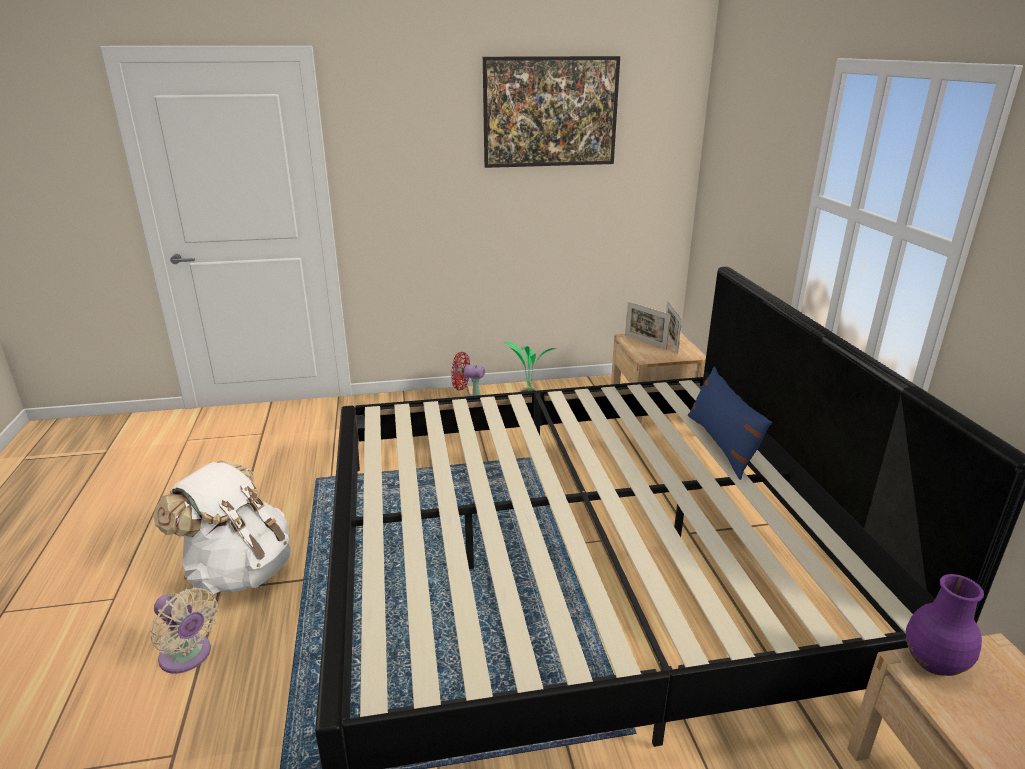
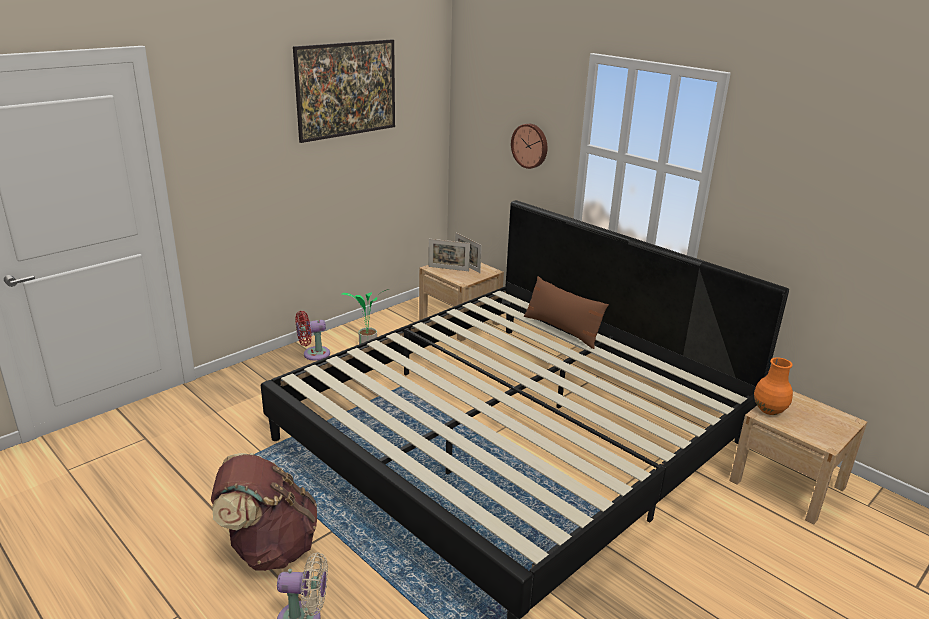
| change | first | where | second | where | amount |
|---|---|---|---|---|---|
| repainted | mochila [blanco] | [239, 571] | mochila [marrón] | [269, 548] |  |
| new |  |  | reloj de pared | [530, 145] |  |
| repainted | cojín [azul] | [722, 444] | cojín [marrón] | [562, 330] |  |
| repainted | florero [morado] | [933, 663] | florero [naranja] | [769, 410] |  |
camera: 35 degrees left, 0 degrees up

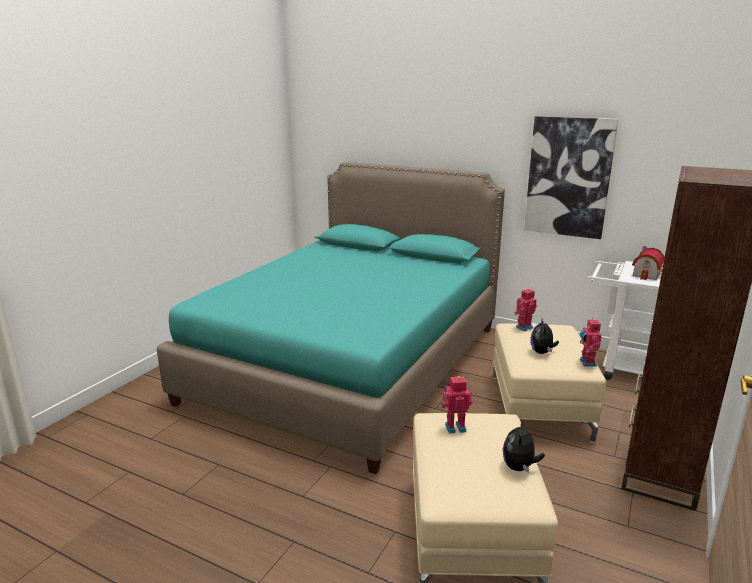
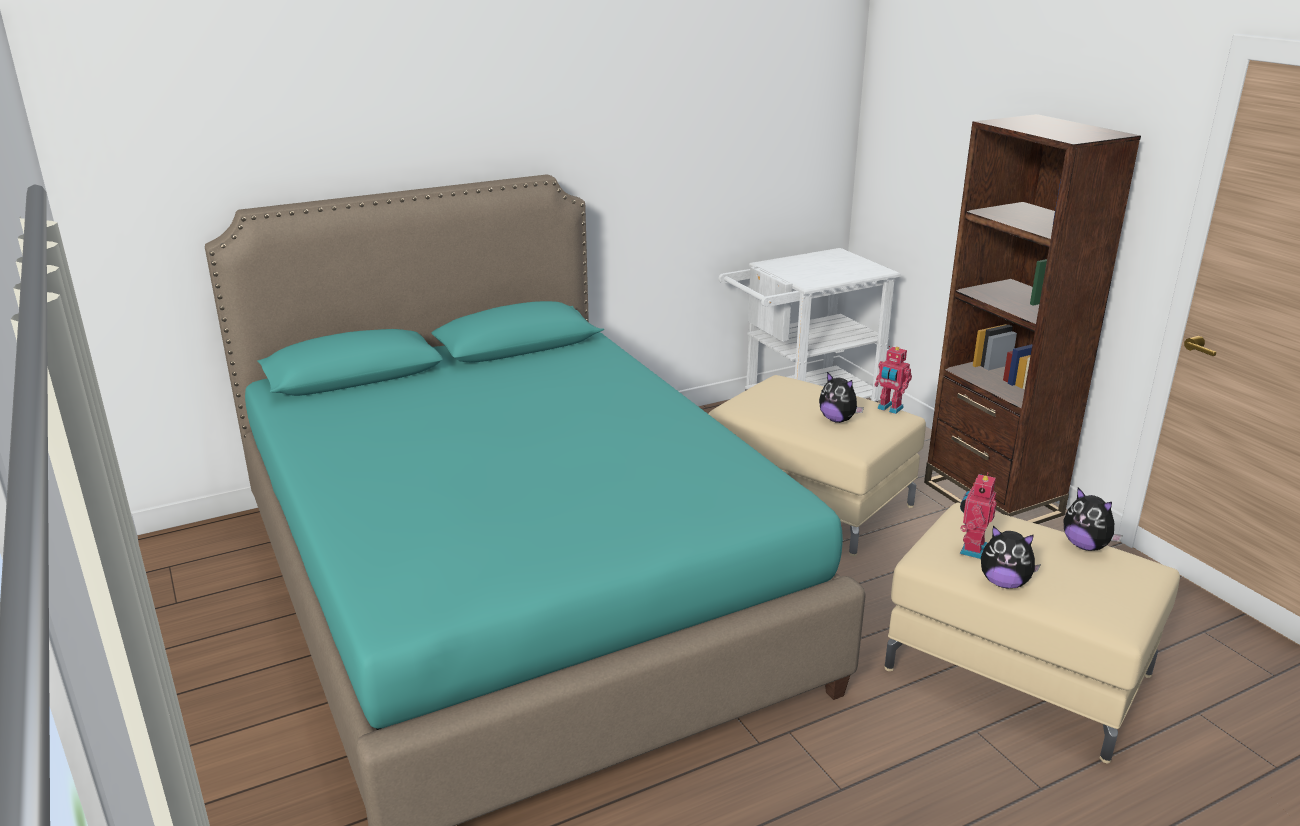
| change | first | where | second | where | amount |
|---|---|---|---|---|---|
| new |  |  | peluche | [1004, 583] |  |
| gone | robot de juguete | [523, 327] |  |  |  |
| gone | cuadro | [568, 177] |  |  |  |
| gone | casita | [648, 275] |  |  |  |
camera: 55 degrees left, 5 degrees up

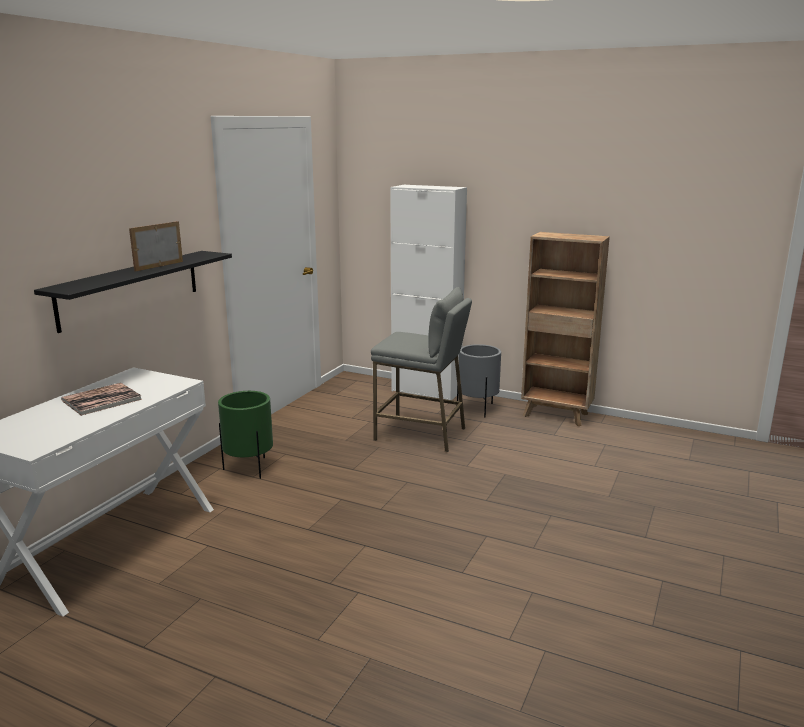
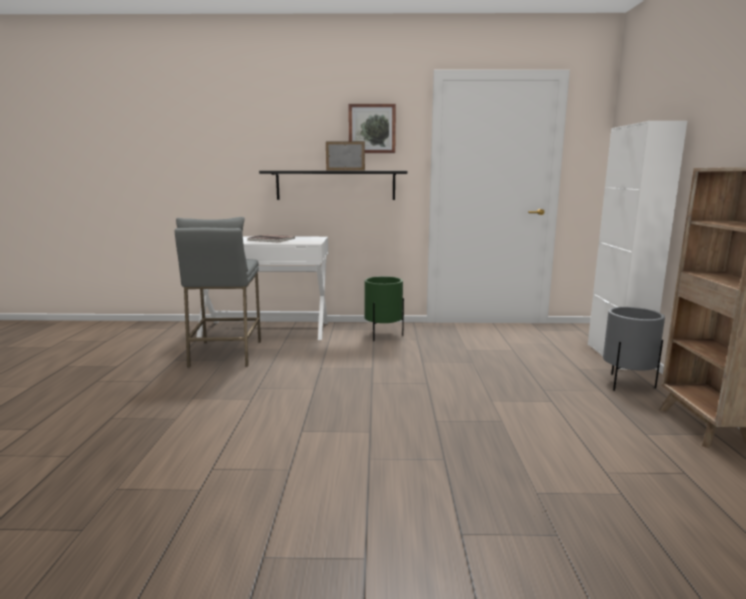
| change | first | where | second | where | amount |
|---|---|---|---|---|---|
| shifted | taburete [gris] | [421, 434] |  | [225, 354] |  |
| new |  |  | cuadro | [372, 129] |  |
camera: 65 degrees right, 5 degrees down

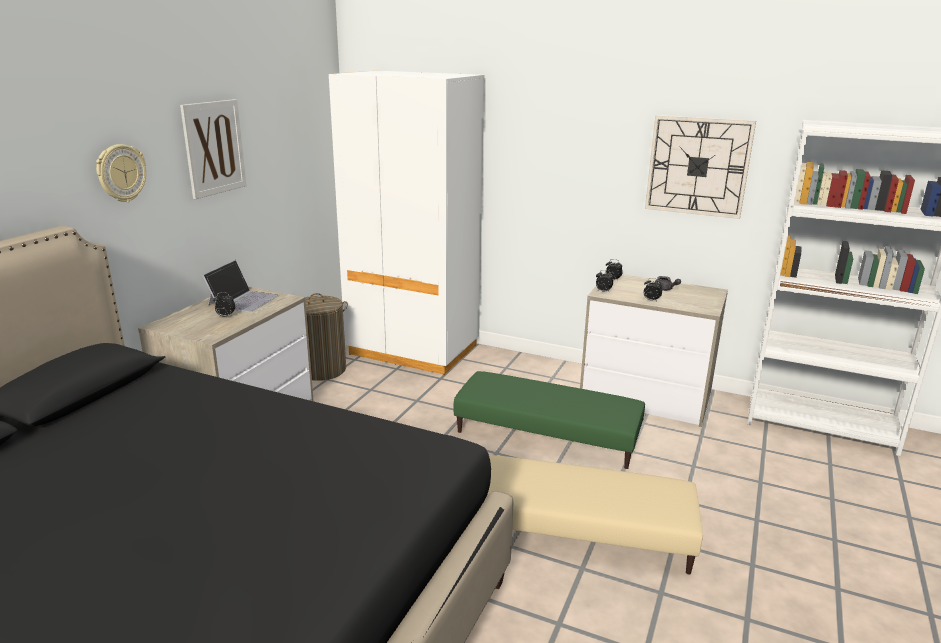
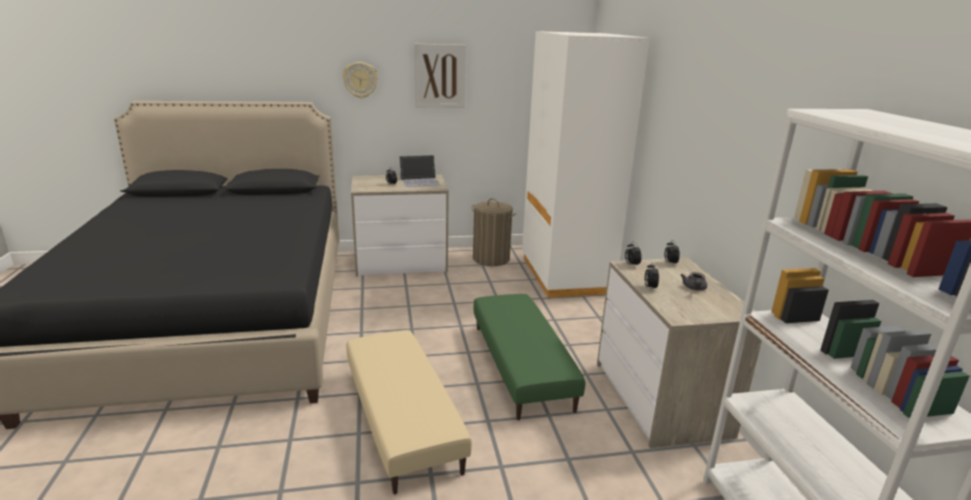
| change | first | where | second | where | amount |
|---|---|---|---|---|---|
| gone | reloj de pared | [698, 166] |  |  |  |
camera: 55 degrees right, 0 degrees up

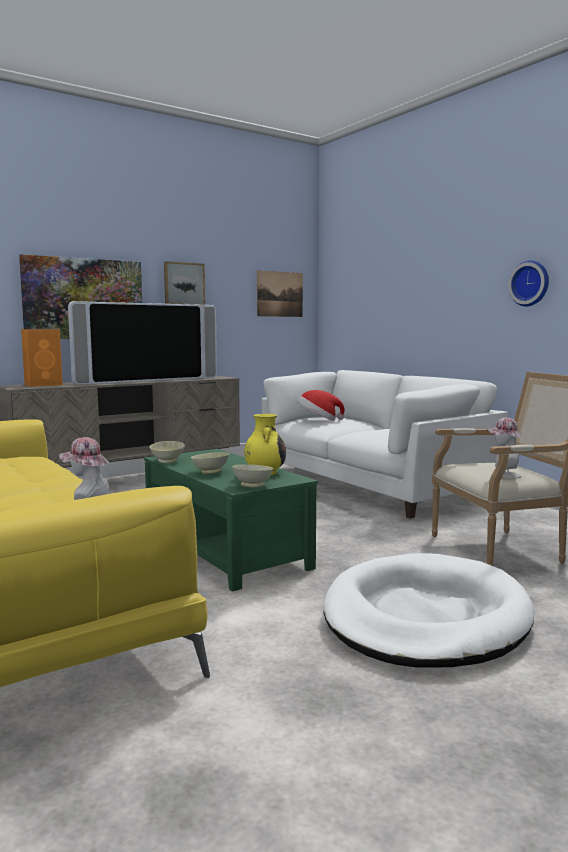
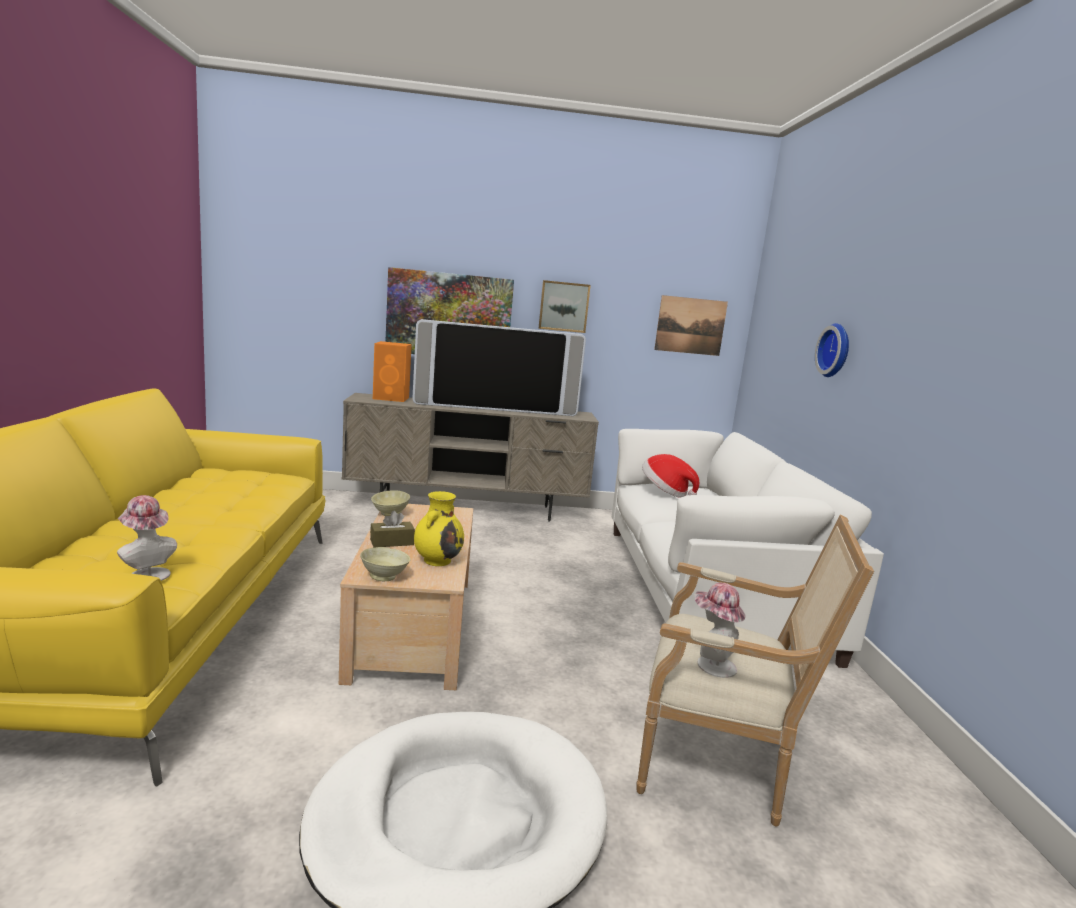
| change | first | where | second | where | amount |
|---|---|---|---|---|---|
| repainted | mesa de centro [verde] | [223, 550] | mesa de centro [beis] | [411, 626] |  |
| swapped | cuenco [beis] | [210, 472] | caja de pañuelos [marrón] | [392, 542] |  |
| shifted | reloj de pared | [530, 283] |  | [836, 350] |  |
camera: 30 degrees right, 5 degrees up

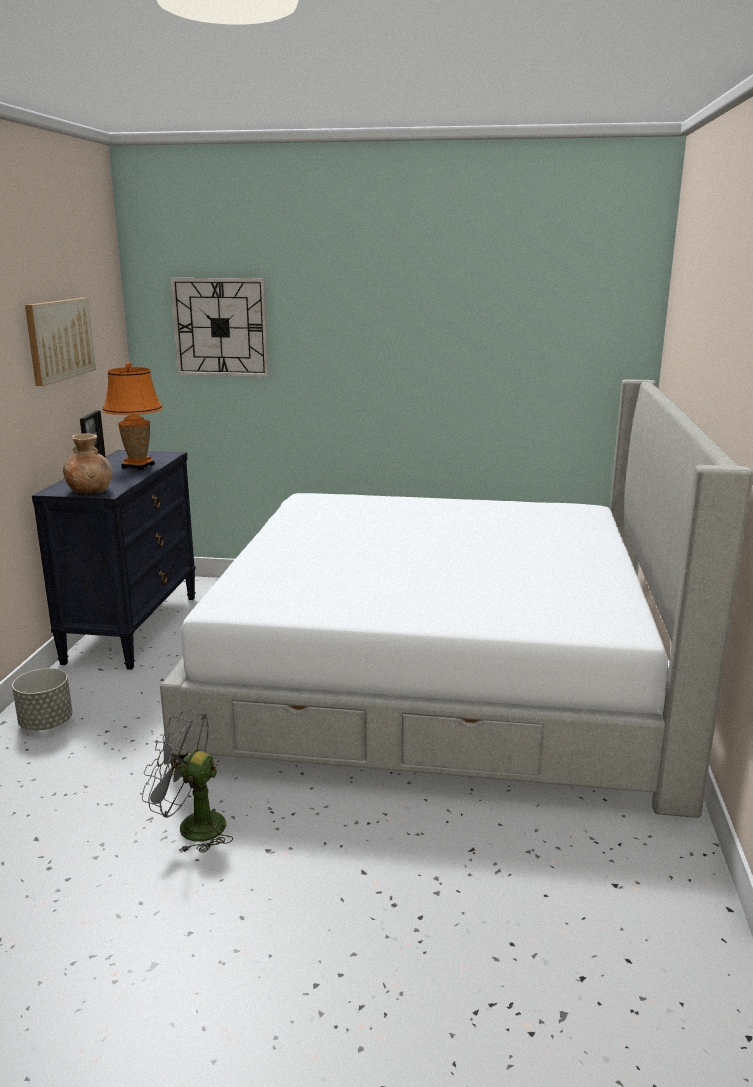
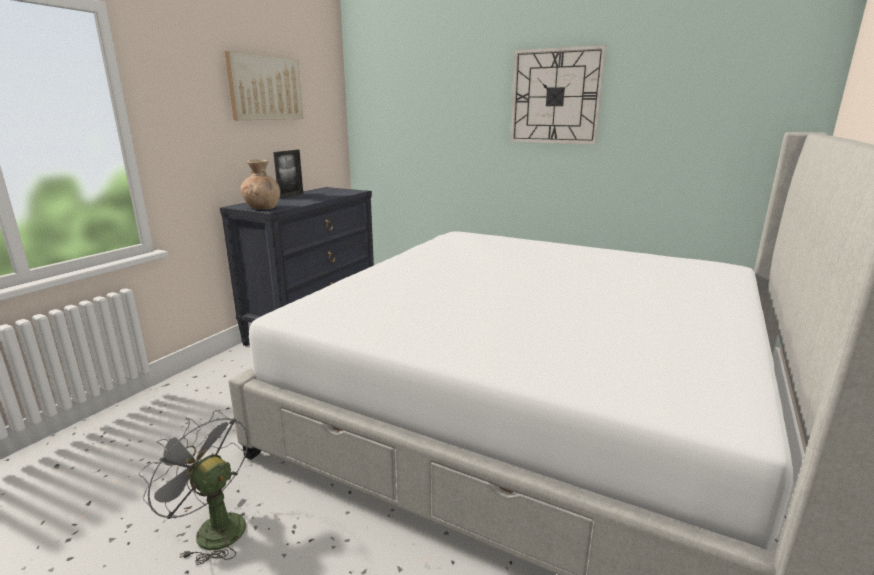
| change | first | where | second | where | amount |
|---|---|---|---|---|---|
| shifted | reloj de pared | [220, 327] |  | [555, 96] |  |
| gone | maceta [gris] | [46, 723] |  |  |  |
| gone | lámpara de mesa [naranja] | [138, 466] |  |  |  |
camera: 20 degrees right, 0 degrees up

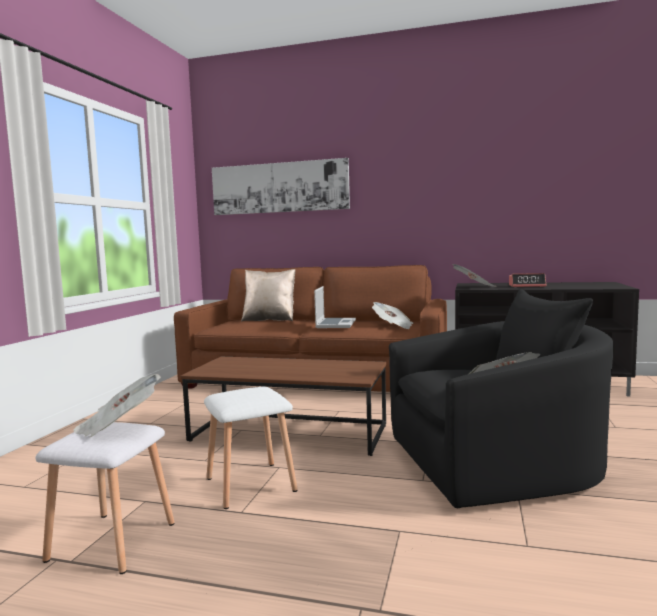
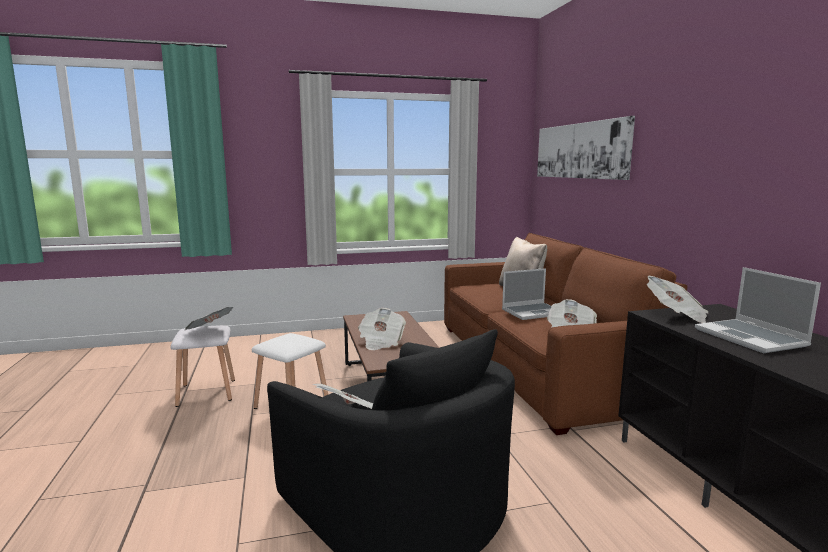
| change | first | where | second | where | amount |
|---|---|---|---|---|---|
| new |  |  | periódico | [381, 342] |  |
| swapped | despertador | [527, 286] | portátil | [752, 338] |  |
camera: 60 degrees right, 5 degrees up

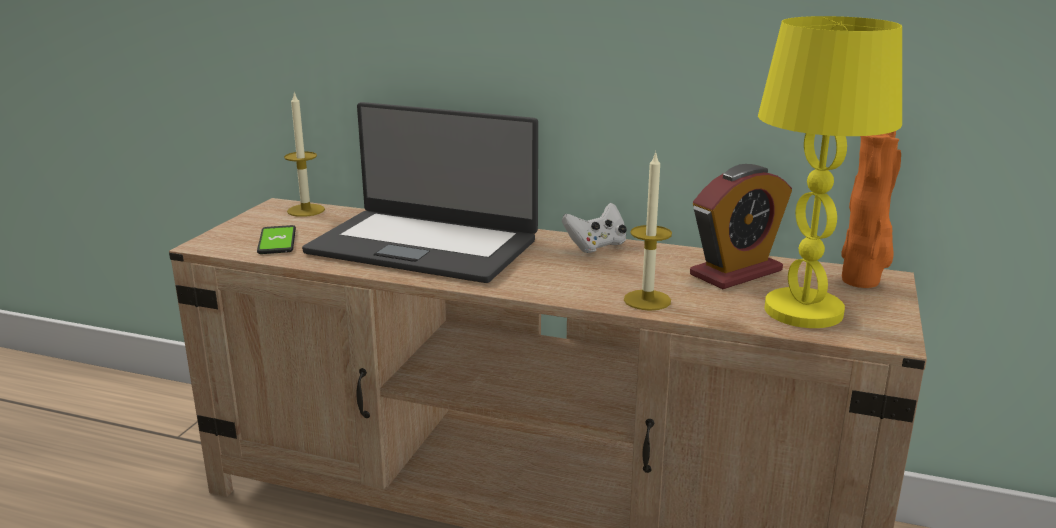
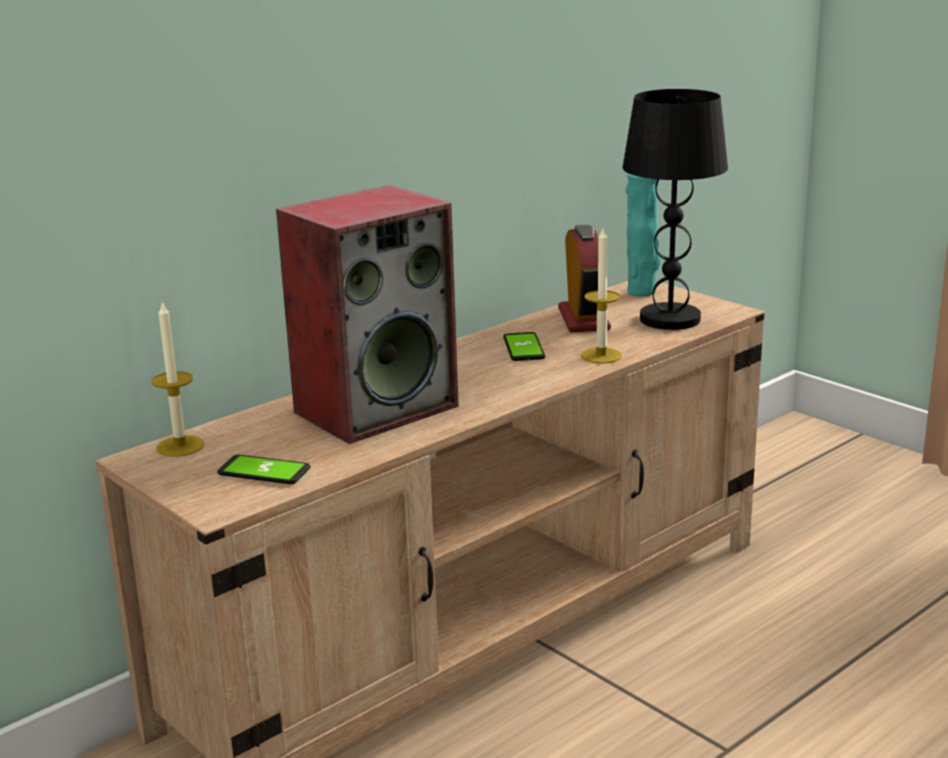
| change | first | where | second | where | amount |
|---|---|---|---|---|---|
| swapped | portátil | [424, 245] | altavoz | [376, 408] |  |
| new |  |  | móvil | [524, 348] |  |
| repainted | lámpara de mesa [amarillo] | [802, 311] | lámpara de mesa [negro] | [669, 319] |  |
| repainted | florero [naranja] | [862, 282] | florero [turquesa] | [642, 292] |  |
| gone | mando de consola [blanco] | [596, 246] |  |  |  |
camera: 60 degrees left, 0 degrees up

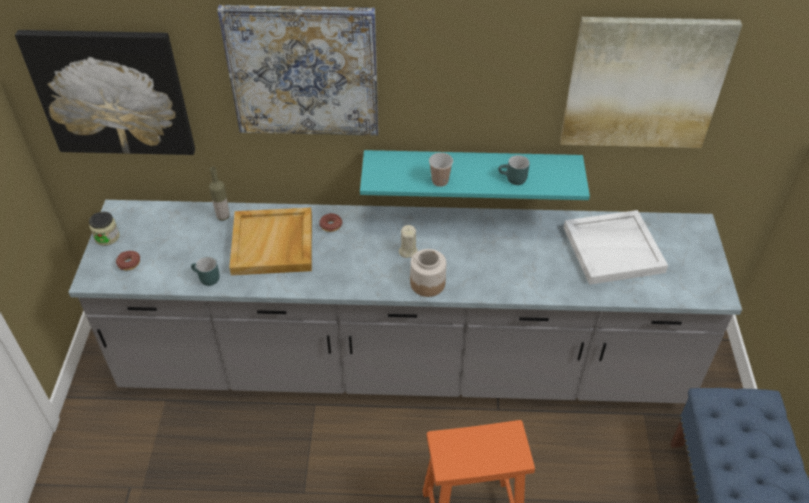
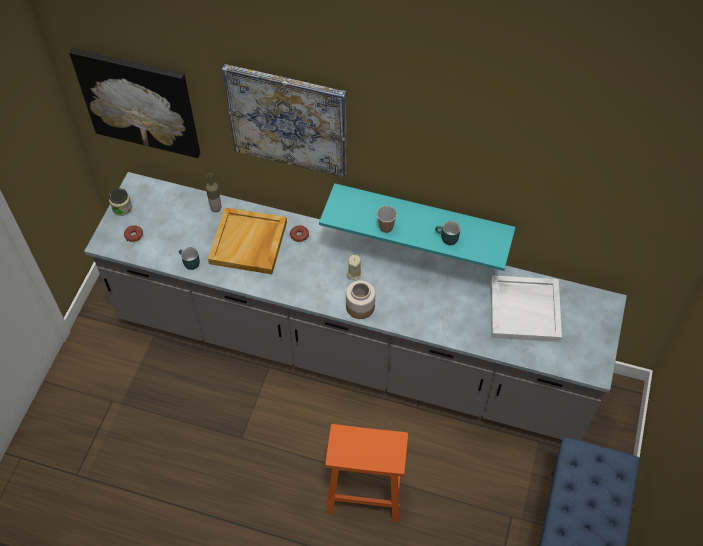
| change | first | where | second | where | amount |
|---|---|---|---|---|---|
| gone | cuadro | [644, 83] |  |  |  |
camera: 15 degrees right, 10 degrees up

